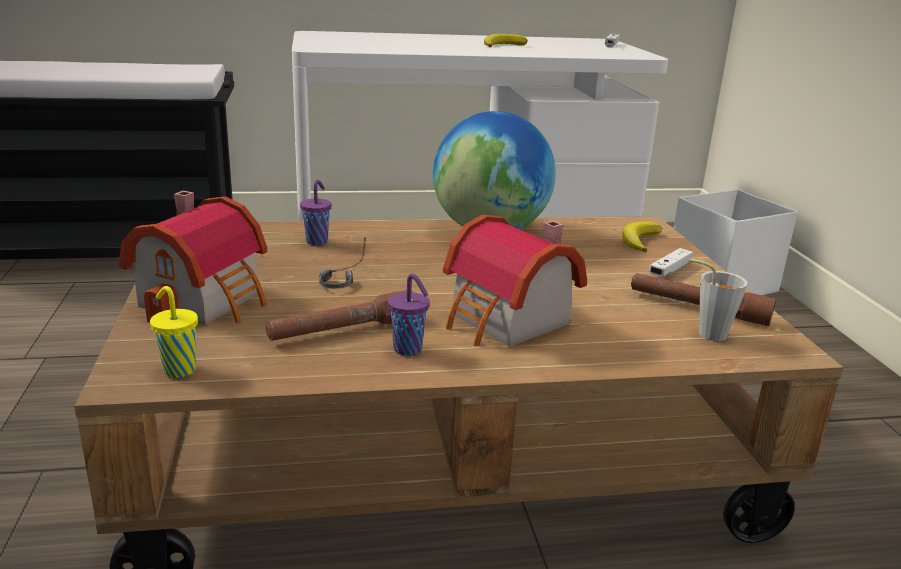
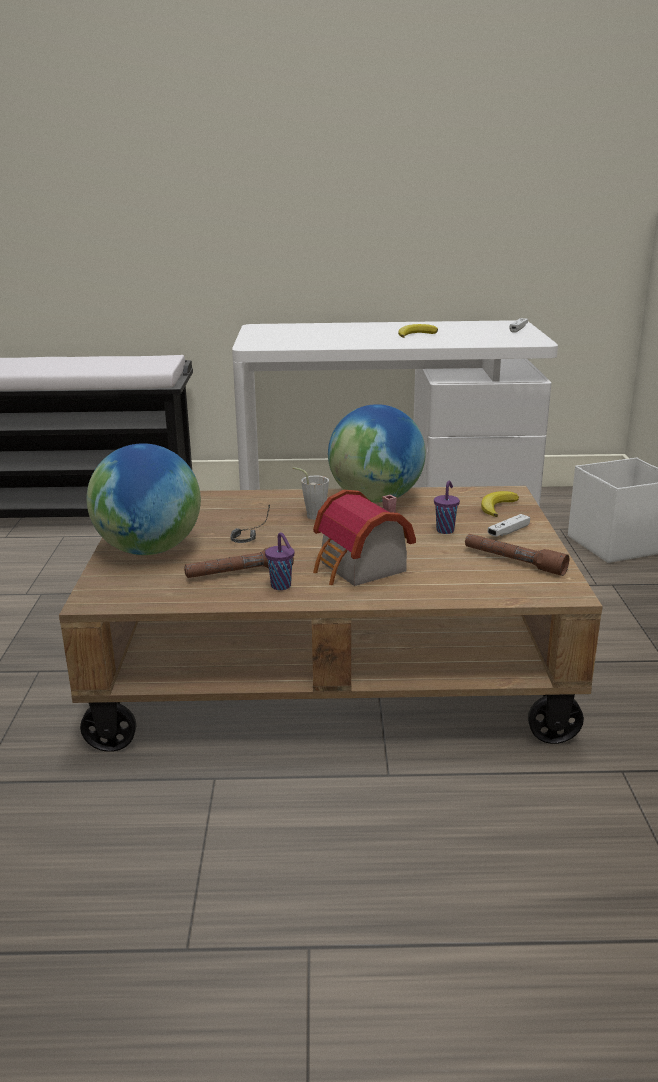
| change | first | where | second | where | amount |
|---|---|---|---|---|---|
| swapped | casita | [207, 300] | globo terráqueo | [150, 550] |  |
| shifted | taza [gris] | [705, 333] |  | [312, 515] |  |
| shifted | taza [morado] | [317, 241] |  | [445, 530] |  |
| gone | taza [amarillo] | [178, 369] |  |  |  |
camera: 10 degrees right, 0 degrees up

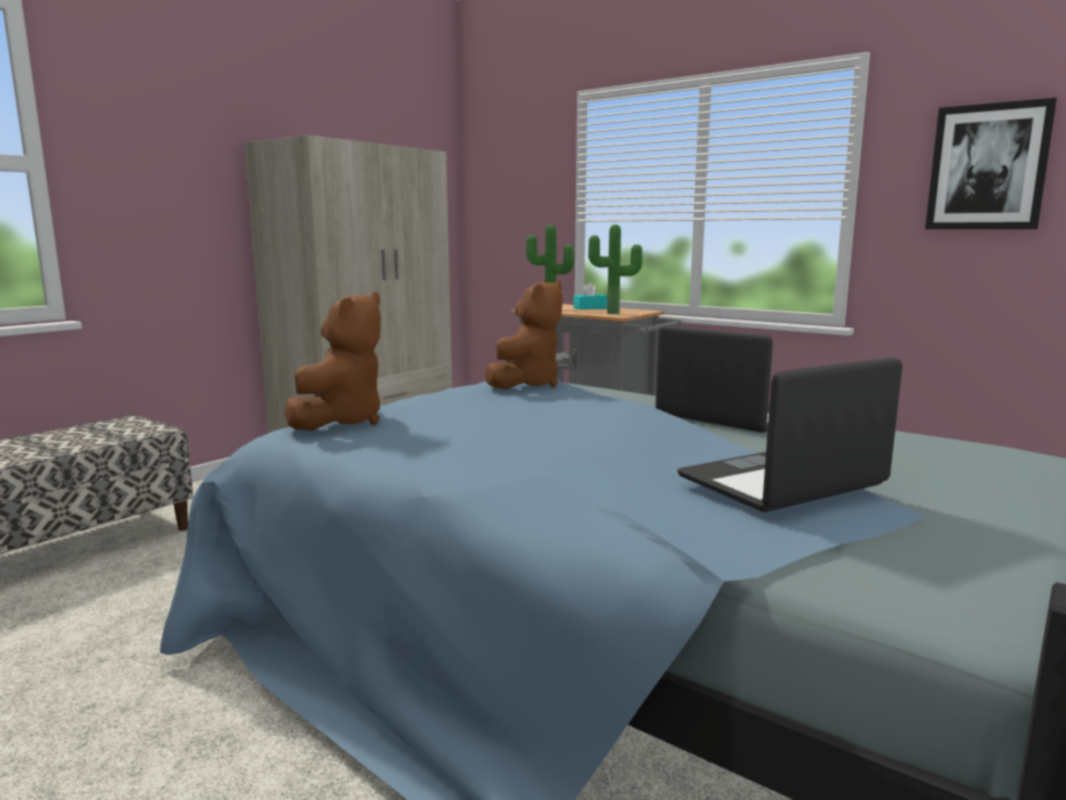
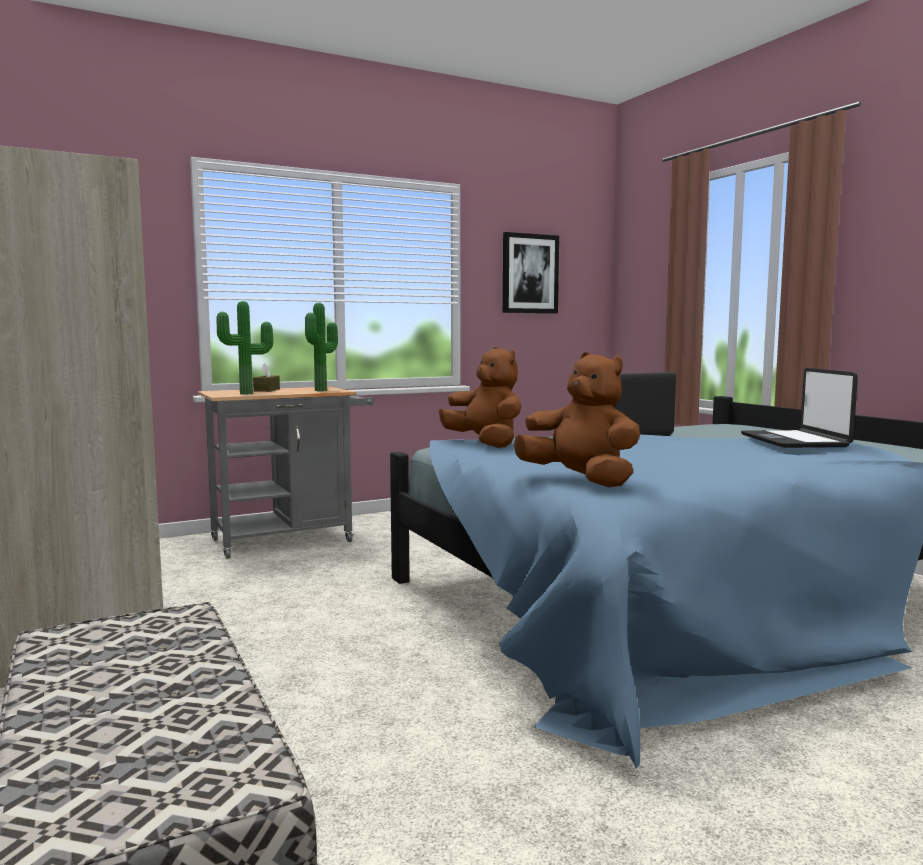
| change | first | where | second | where | amount |
|---|---|---|---|---|---|
| repainted | caja de pañuelos [turquesa] | [590, 308] | caja de pañuelos [marrón] | [267, 390] |  |
camera: 65 degrees left, 5 degrees down

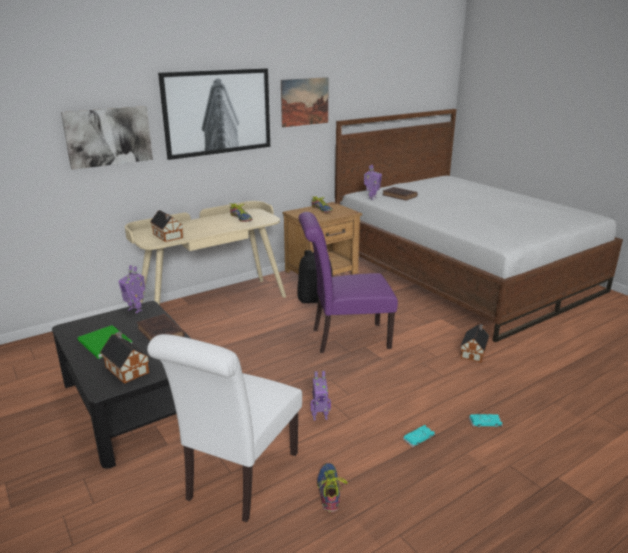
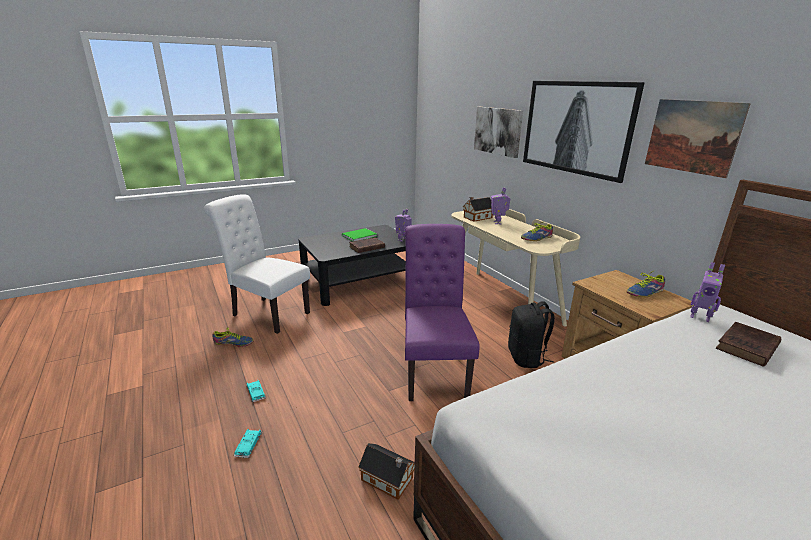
| change | first | where | second | where | amount |
|---|---|---|---|---|---|
| shifted | robot de juguete | [319, 416] |  | [498, 222] |  |
| gone | casita | [126, 369] |  |  |  |
camera: 95 degrees right, 0 degrees up

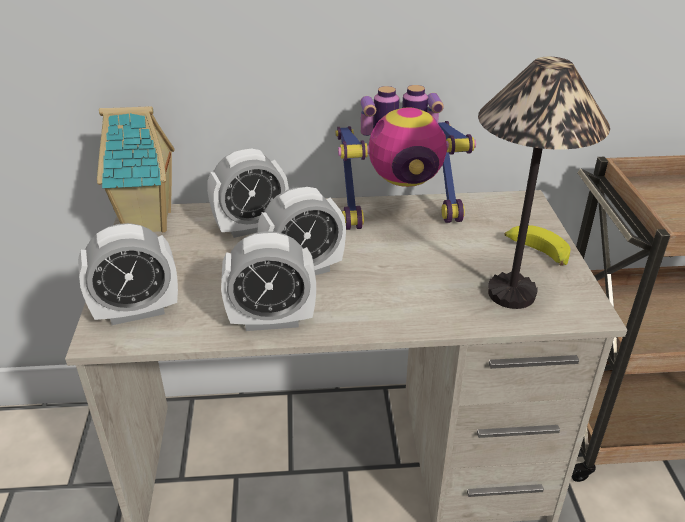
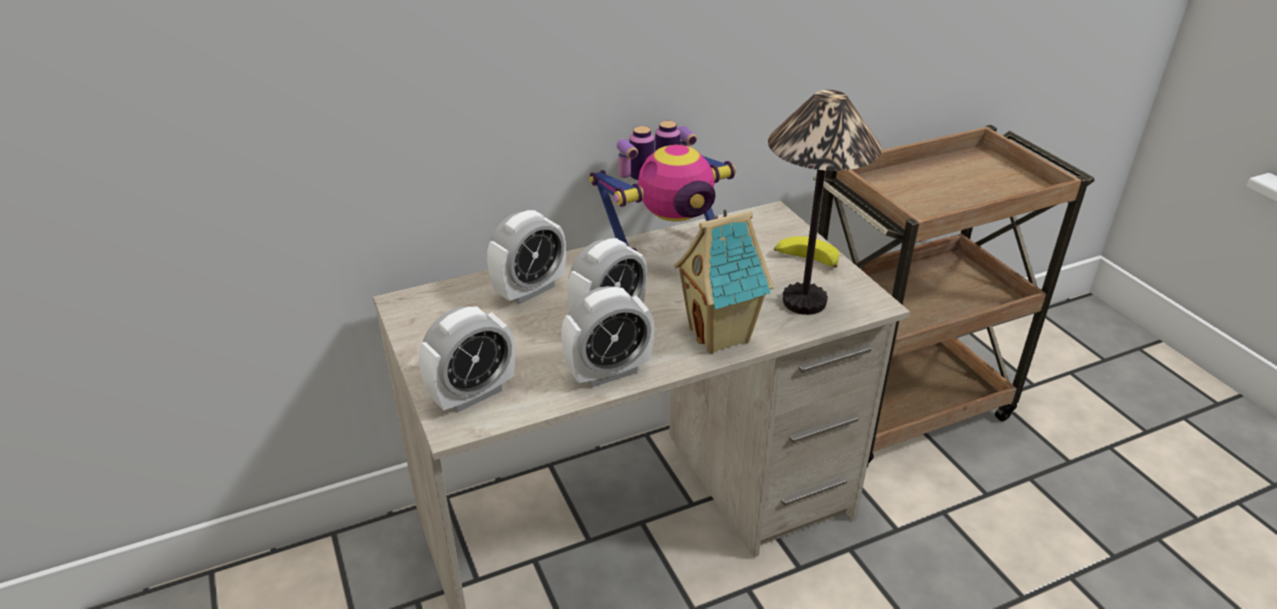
| change | first | where | second | where | amount |
|---|---|---|---|---|---|
| shifted | casita | [150, 222] |  | [721, 335] |  |
camera: 20 degrees left, 0 degrees up

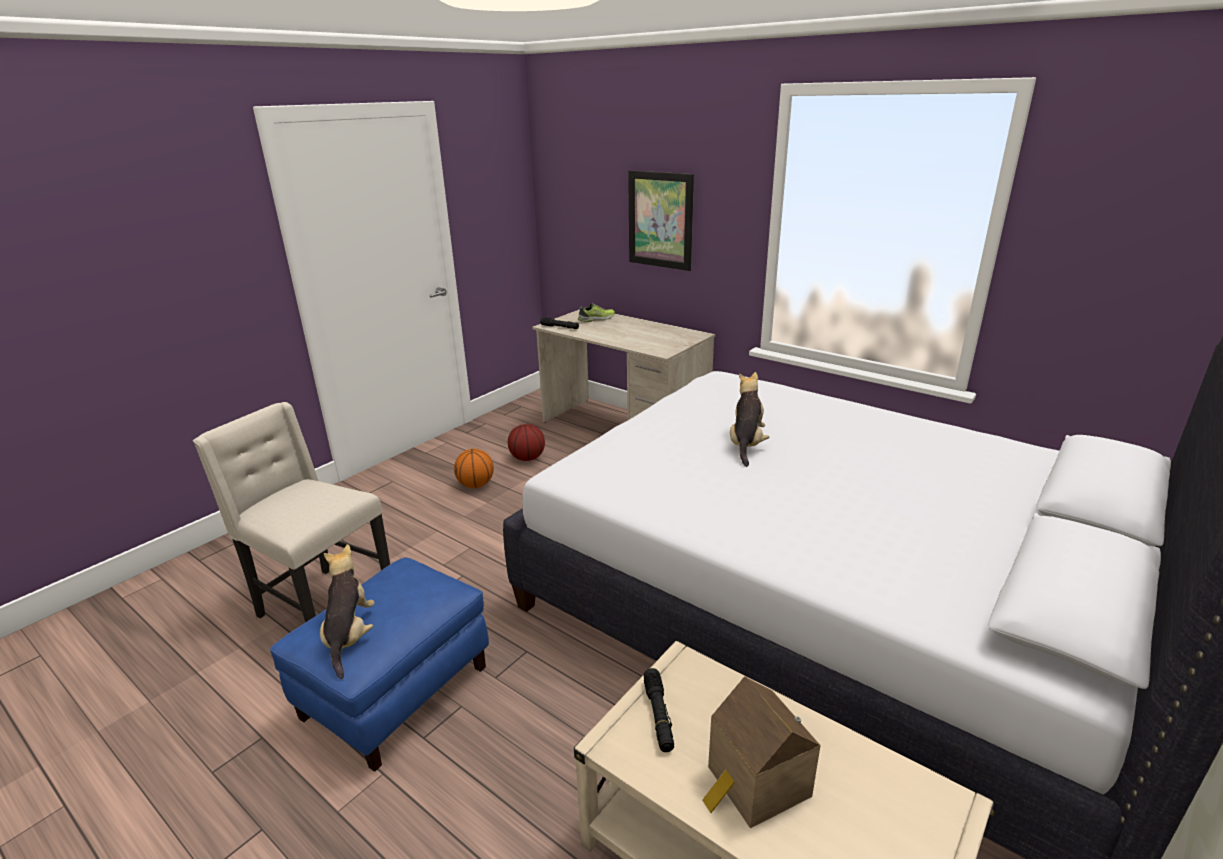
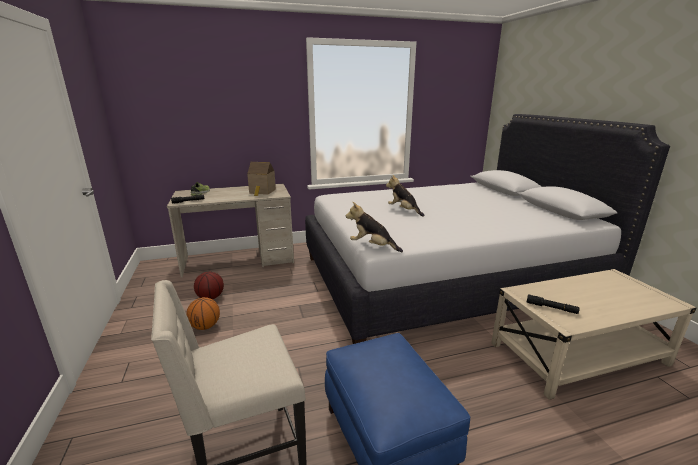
| change | first | where | second | where | amount |
|---|---|---|---|---|---|
| shifted | casita | [755, 784] |  | [262, 192] |  |
| shifted | peluche | [350, 636] |  | [372, 246] |  |
| gone | cuadro | [660, 220] |  |  |  |
camera: 55 degrees left, 5 degrees down

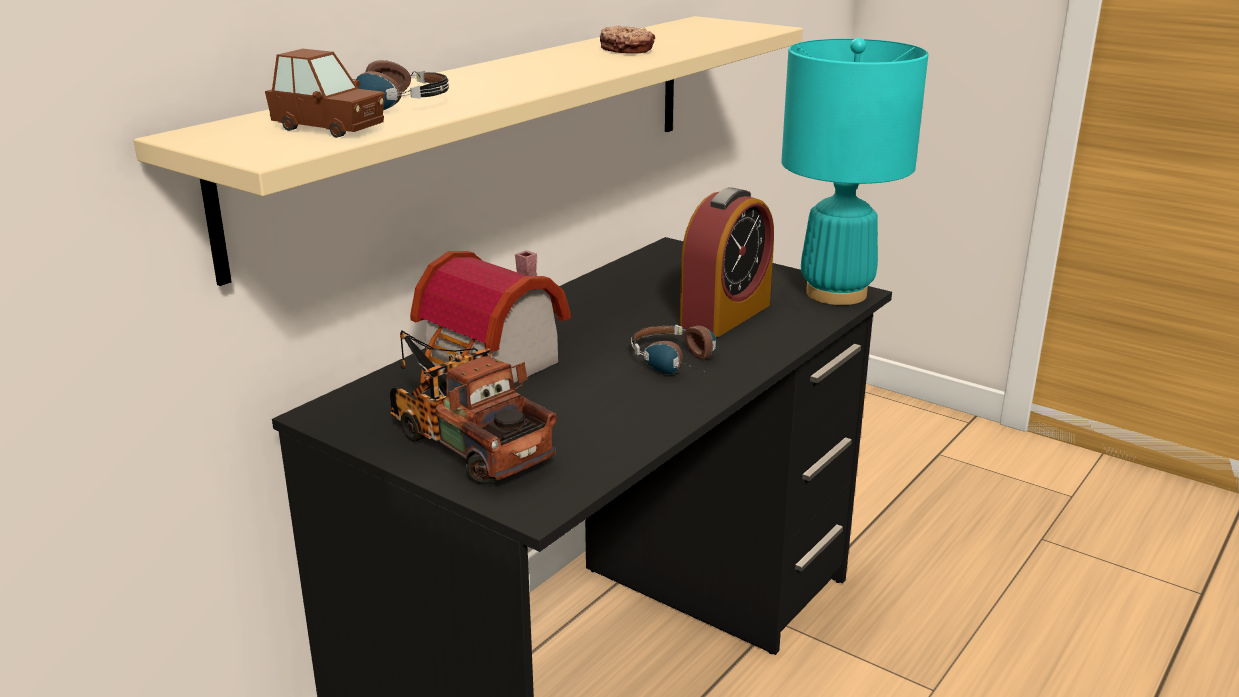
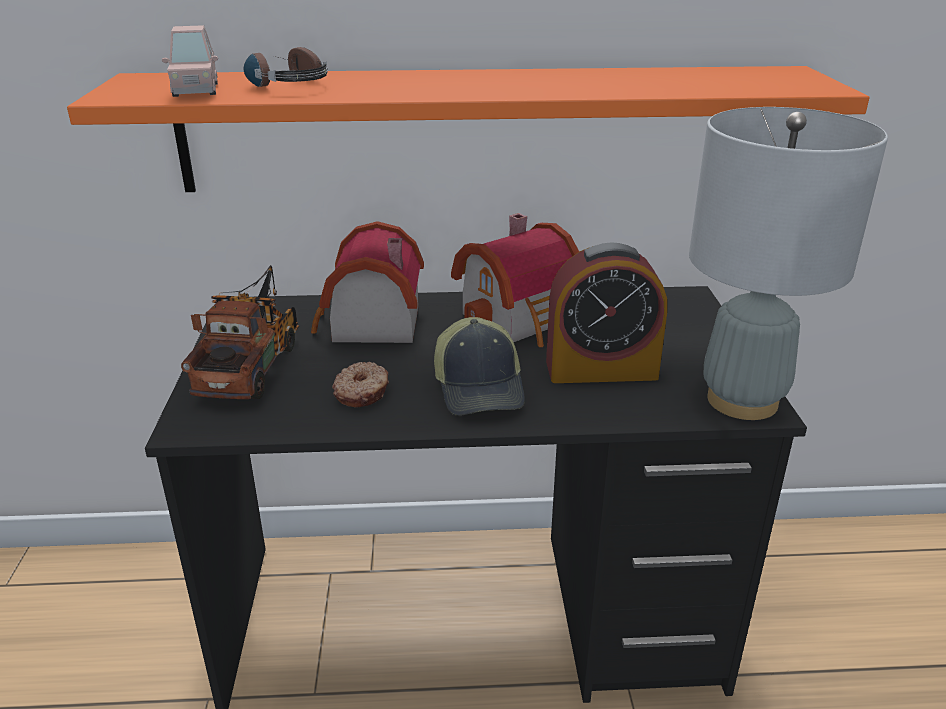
| change | first | where | second | where | amount |
|---|---|---|---|---|---|
| repainted | estante [beis] | [486, 128] | estante [naranja] | [469, 129] |  |
| repainted | coche de juguete [marrón] | [328, 128] | coche de juguete [rosa] | [196, 90] |  |
| shifted | rosquilla | [627, 49] |  | [363, 393] |  |
| swapped | auriculares | [681, 363] | gorra | [480, 388] |  |
| new |  |  | casita | [522, 319] |  |
| repainted | lámpara de mesa [turquesa] | [836, 293] | lámpara de mesa [gris] | [741, 400] |  |
camera: 50 degrees right, 5 degrees up

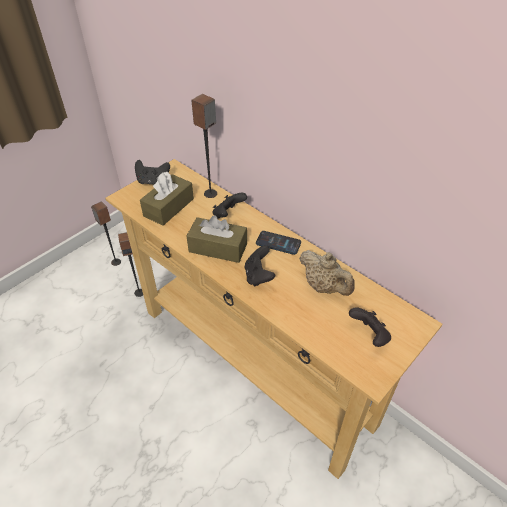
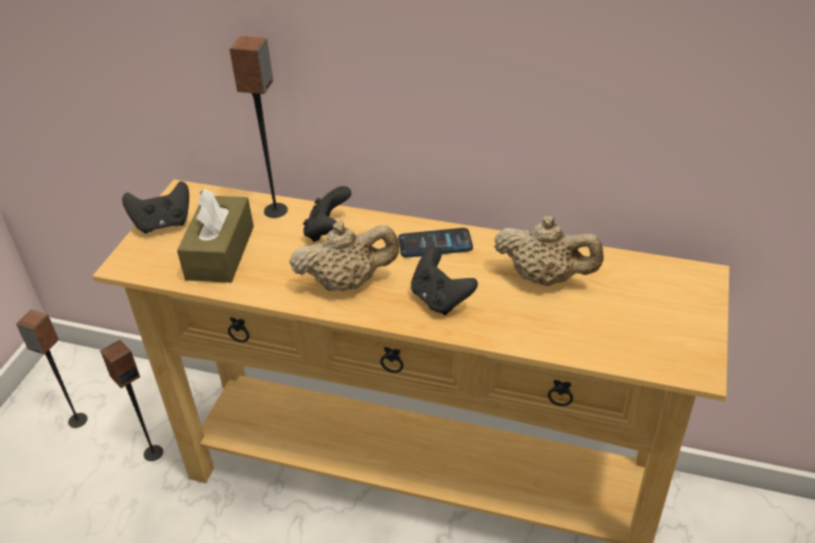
| change | first | where | second | where | amount |
|---|---|---|---|---|---|
| swapped | caja de pañuelos [marrón] | [218, 248] | tetera [beis] | [347, 282] |  |
| gone | mando de consola [negro] | [369, 335] |  |  |  |
camera: 25 degrees left, 5 degrees down

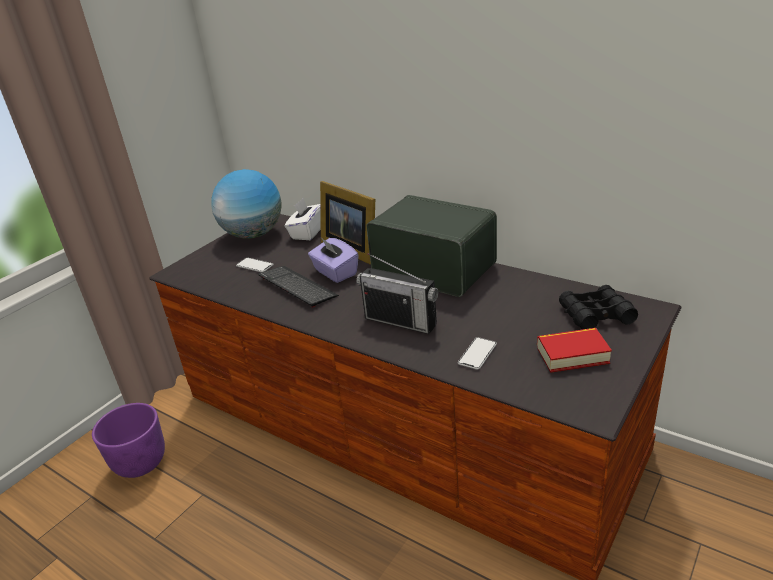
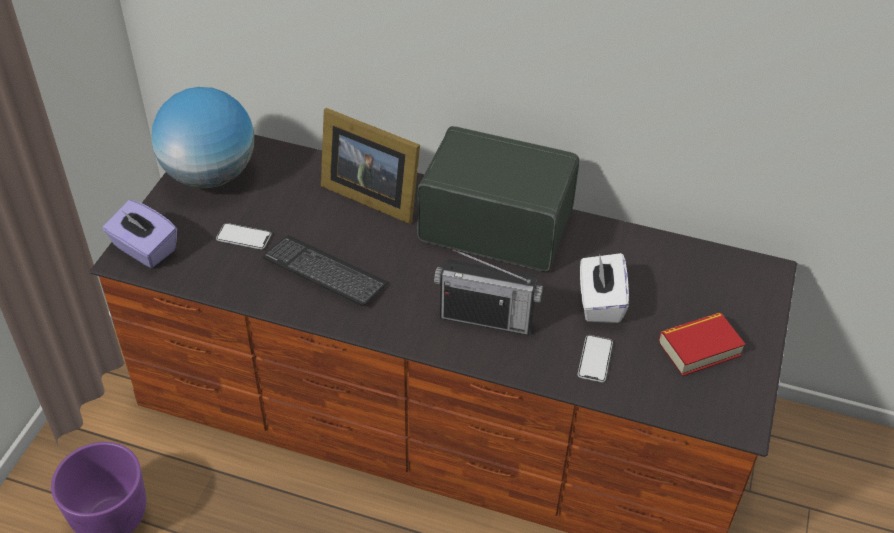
| change | first | where | second | where | amount |
|---|---|---|---|---|---|
| shifted | caja de pañuelos [morado] | [335, 273] |  | [144, 249] |  |
| shifted | caja de pañuelos [blanco] | [307, 232] |  | [600, 302] |  |
| gone | prismáticos [negro] | [595, 315] |  |  |  |
camera: 20 degrees left, 15 degrees up

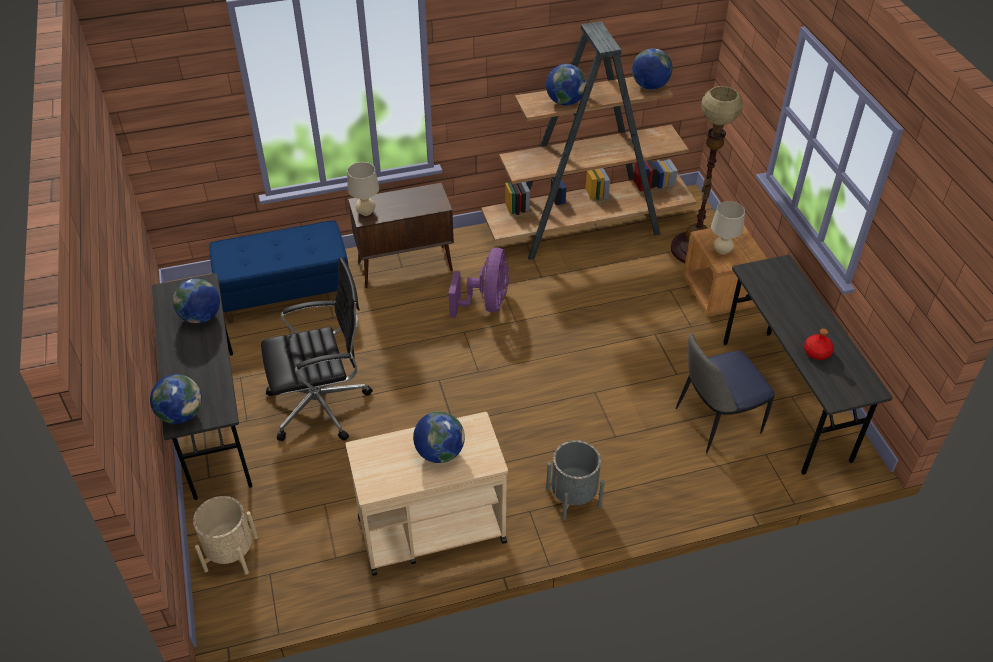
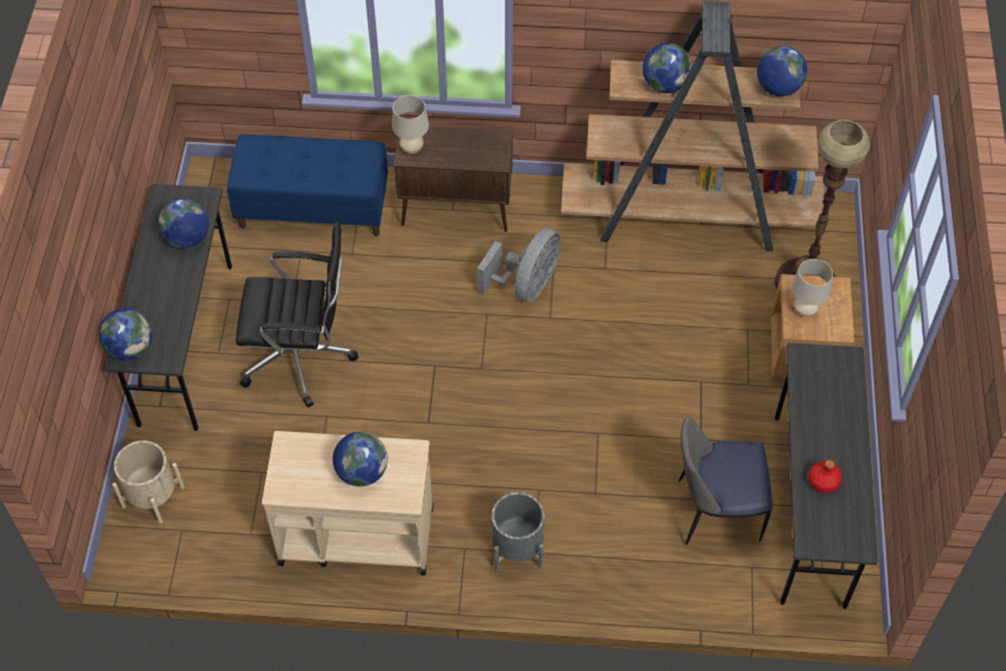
| change | first | where | second | where | amount |
|---|---|---|---|---|---|
| repainted | ventilador [morado] | [486, 304] | ventilador [gris] | [526, 285] |  |
camera: 20 degrees right, 10 degrees up

